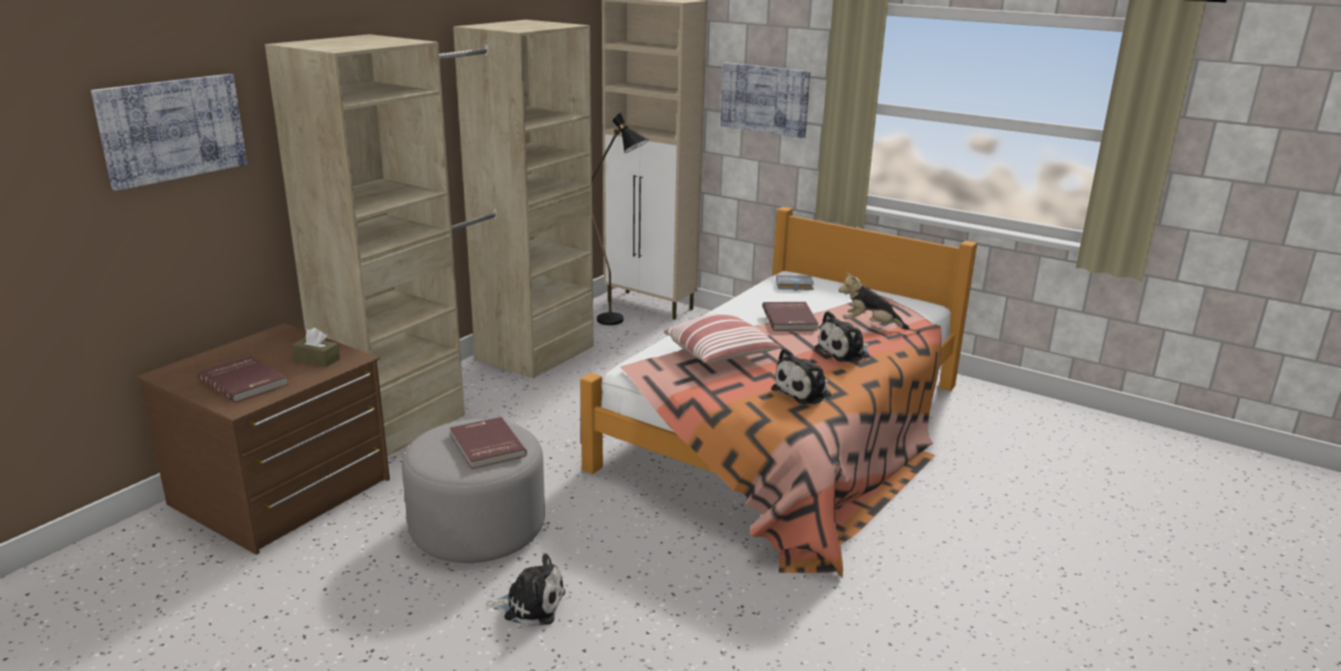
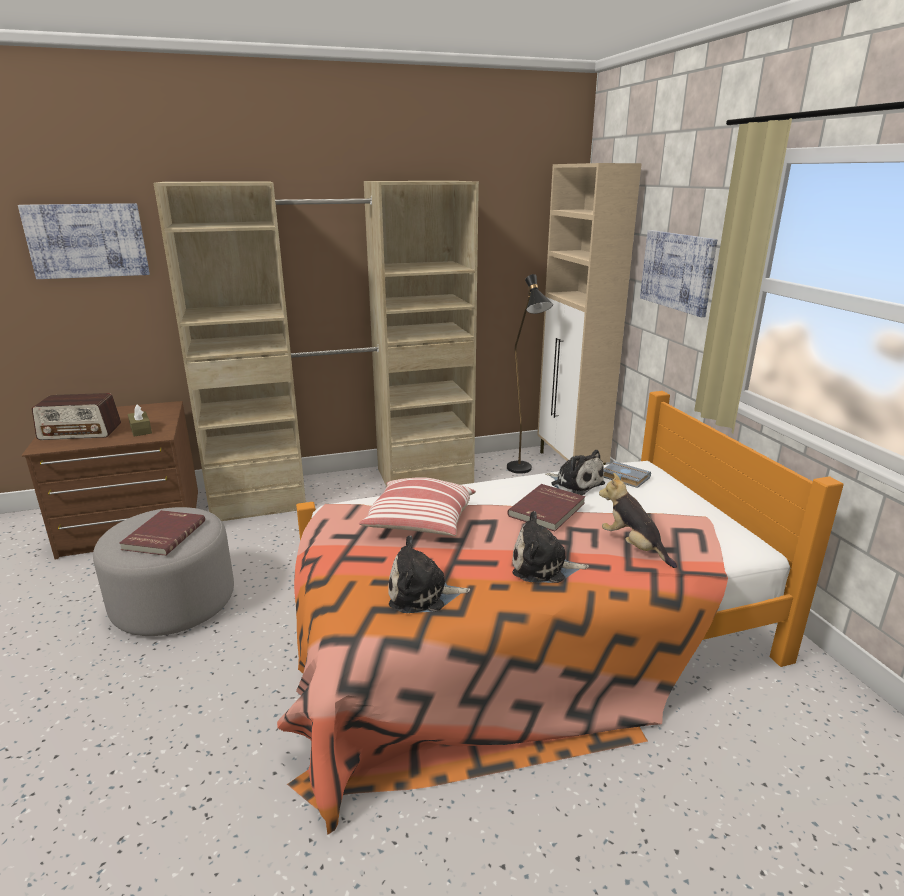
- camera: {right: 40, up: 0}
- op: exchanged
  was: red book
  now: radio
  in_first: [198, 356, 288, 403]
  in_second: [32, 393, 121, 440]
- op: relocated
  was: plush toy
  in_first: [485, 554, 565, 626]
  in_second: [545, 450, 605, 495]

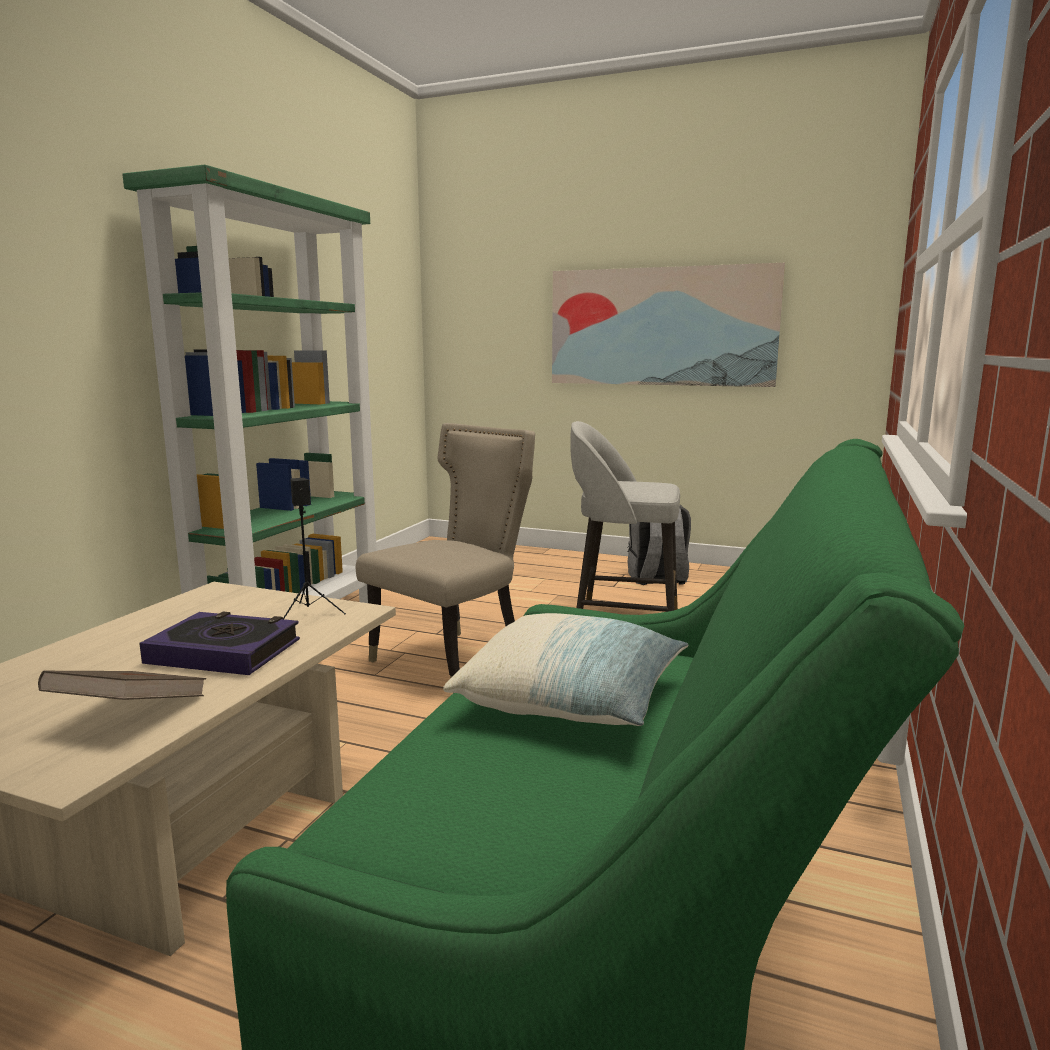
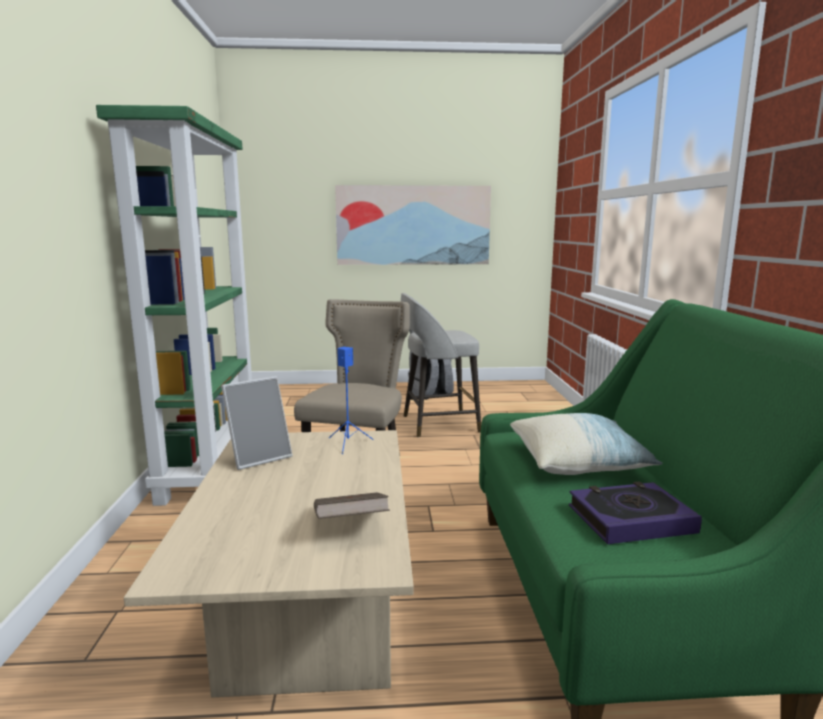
- camera: {right: -25, up: 0}
- op: colour
  was: black speaker
  now: blue speaker
  in_first: [283, 478, 346, 619]
  in_second: [329, 347, 374, 454]
- op: relocated
  was: book
  in_first: [139, 612, 300, 675]
  in_second: [569, 481, 702, 544]
- op: appeared
  now: picture frame
  in_second: [221, 376, 293, 470]

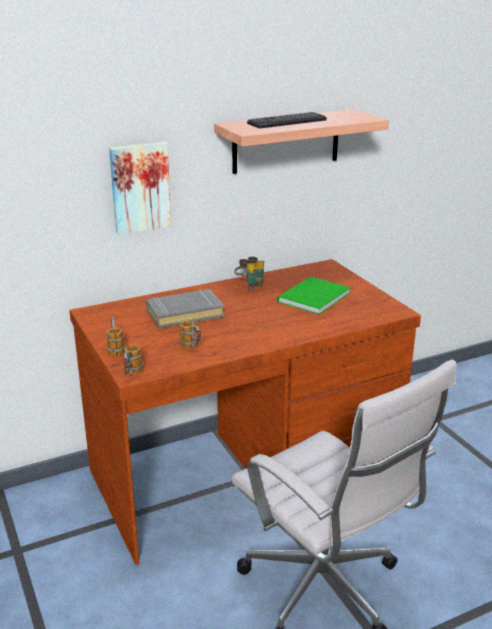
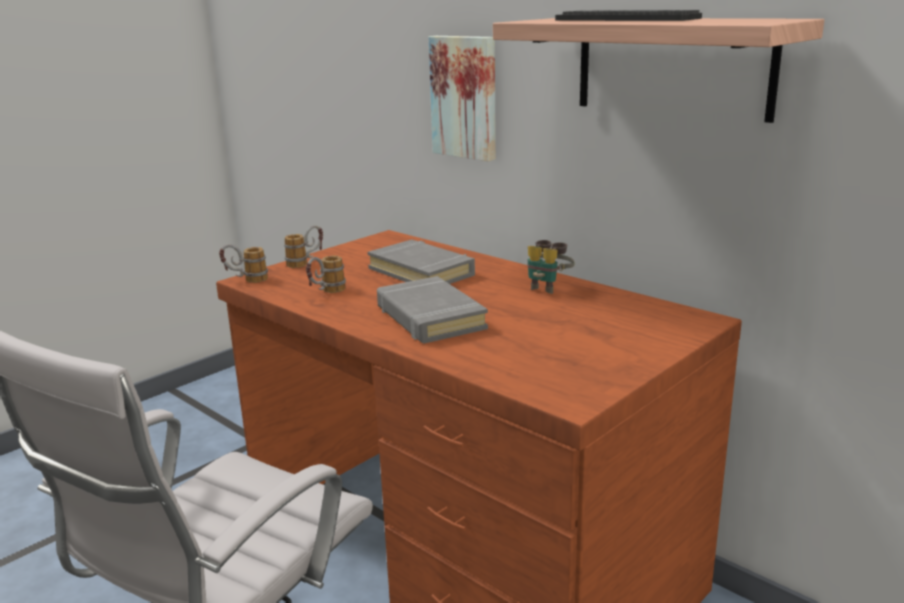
- camera: {right: 70, up: -5}
- op: missing
  was: green book
  in_first: [277, 277, 351, 314]
- op: appeared
  now: grey book
  in_second: [377, 276, 488, 343]

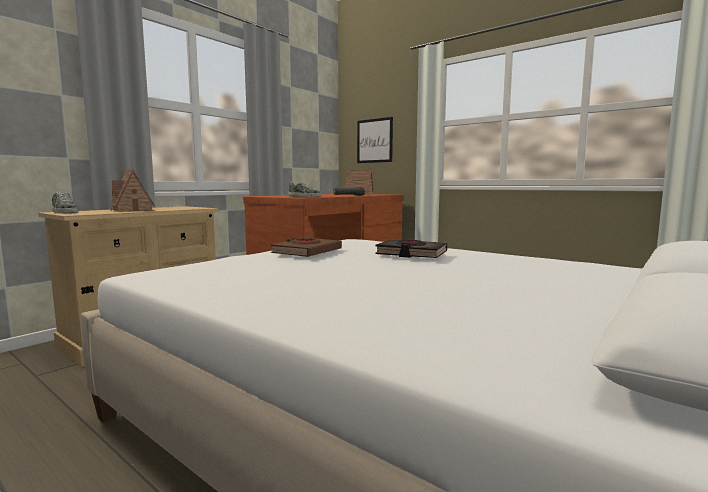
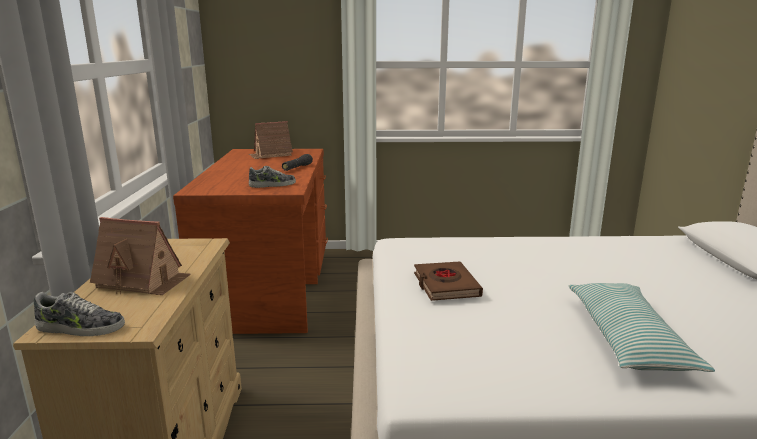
- camera: {right: -40, up: 10}
- op: missing
  was: picture
  in_first: [357, 117, 393, 163]
- op: missing
  was: black book
  in_first: [376, 240, 447, 258]
- op: appeared
  now: pillow
  in_second: [569, 283, 715, 372]

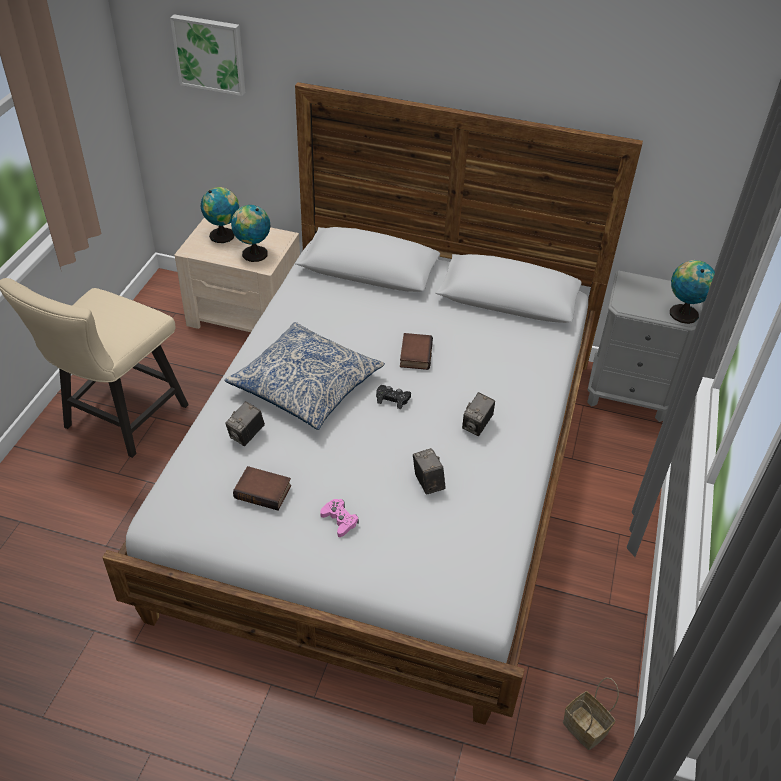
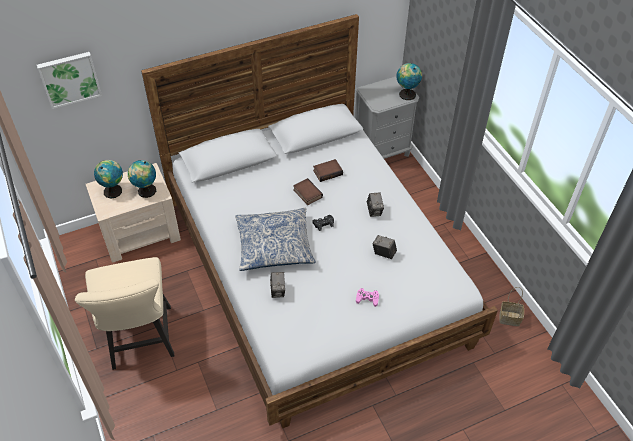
- camera: {right: -40, up: 5}
- op: relocated
  was: book
  in_first: [233, 466, 291, 510]
  in_second: [313, 159, 343, 182]

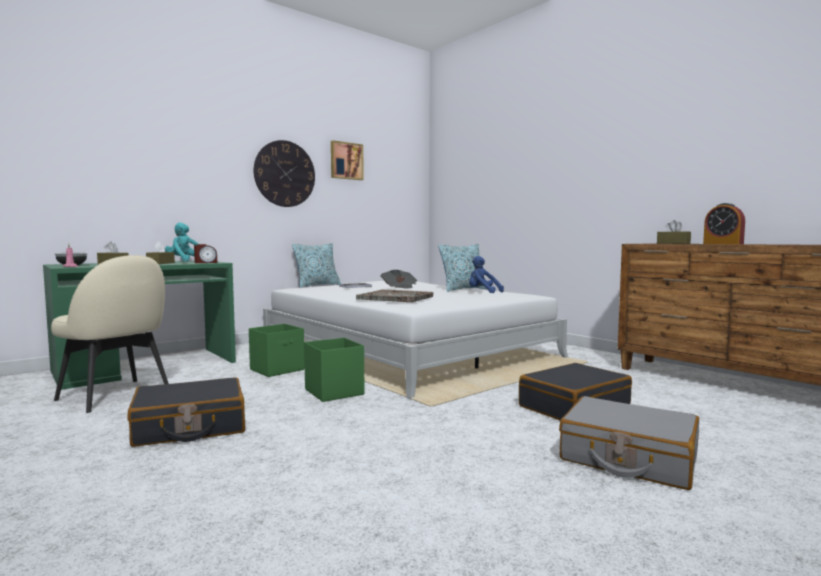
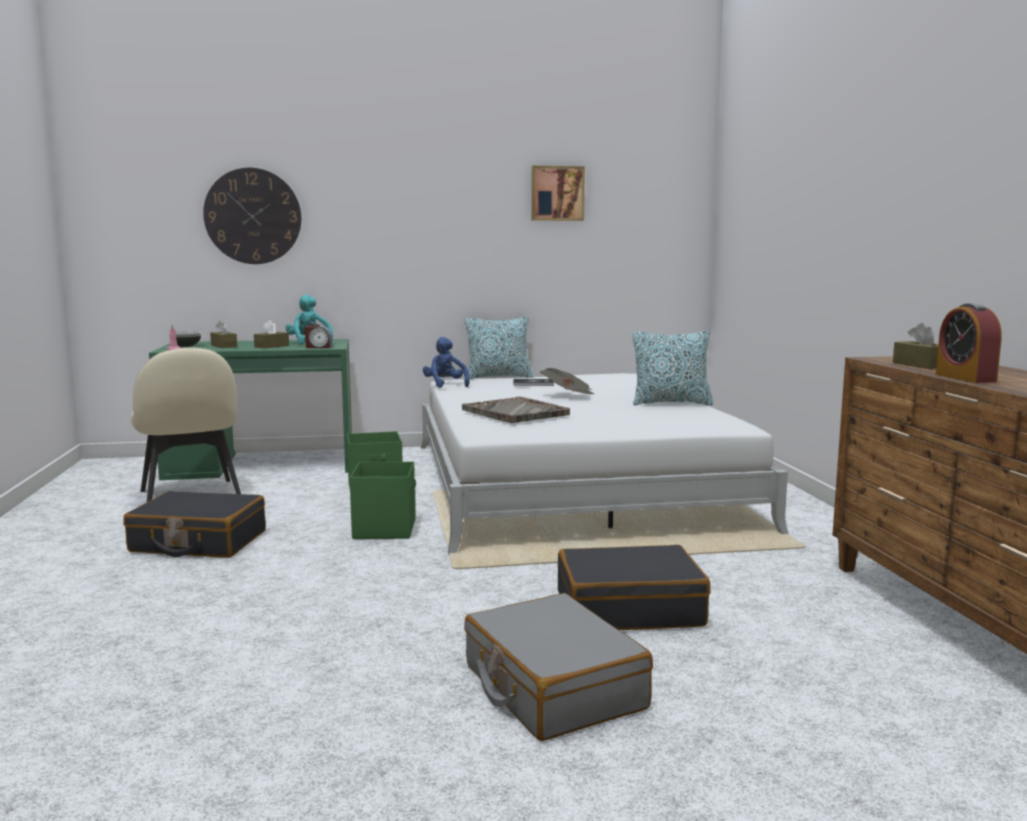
- camera: {right: 30, up: 5}
- op: relocated
  was: wall clock
  in_first: [254, 140, 315, 207]
  in_second: [203, 168, 301, 264]
- op: relocated
  was: blue plush toy
  in_first: [469, 256, 504, 293]
  in_second: [423, 337, 470, 388]

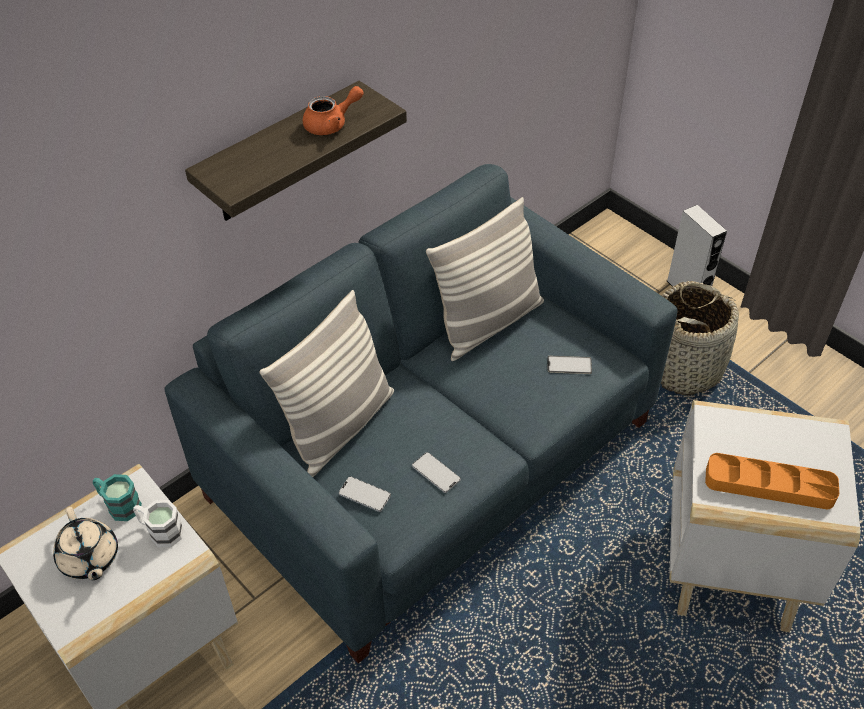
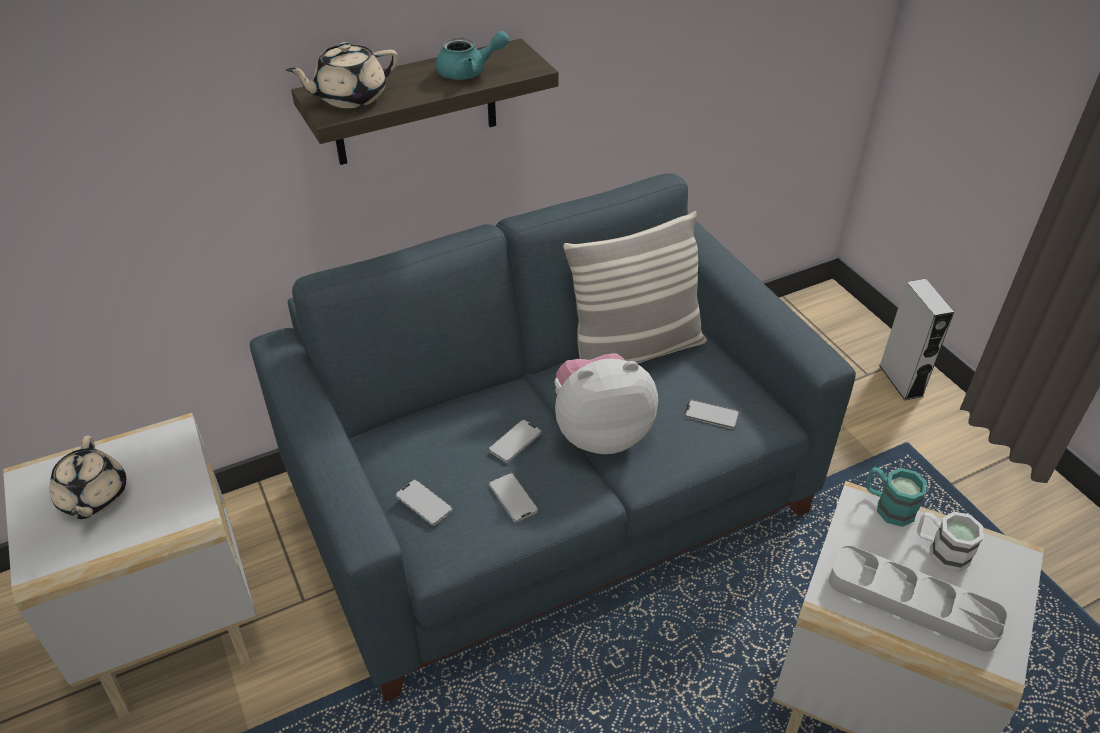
- camera: {right: 15, up: -5}
- op: colour
  was: orange teapot
  now: turquoise teapot
  in_first: [303, 86, 363, 135]
  in_second: [436, 31, 509, 80]
- op: missing
  was: basket
  in_first: [661, 281, 739, 396]
- op: missing
  was: pillow
  in_first: [259, 290, 394, 477]
- op: colour
  was: orange tray
  now: grey tray
  in_first: [705, 453, 839, 509]
  in_second: [829, 545, 1008, 652]
- op: relocated
  was: turquoise mug
  in_first: [93, 474, 142, 521]
  in_second: [866, 467, 927, 527]
- op: relocated
  was: white mug
  in_first: [133, 500, 184, 547]
  in_second: [917, 512, 984, 573]
- op: appeared
  now: beige teapot
  in_second: [286, 42, 398, 108]
- op: appeared
  now: plush toy
  in_second: [554, 353, 658, 454]
- op: appeared
  now: phone
  in_second: [488, 420, 541, 463]

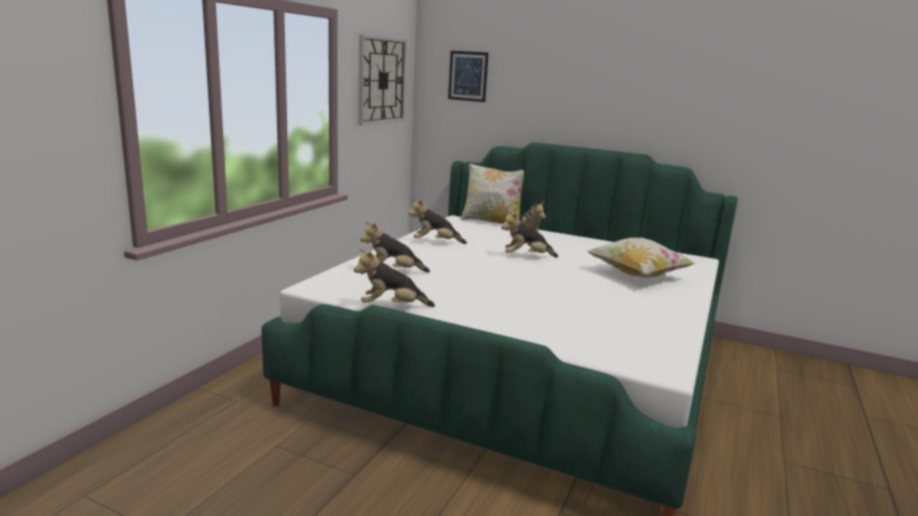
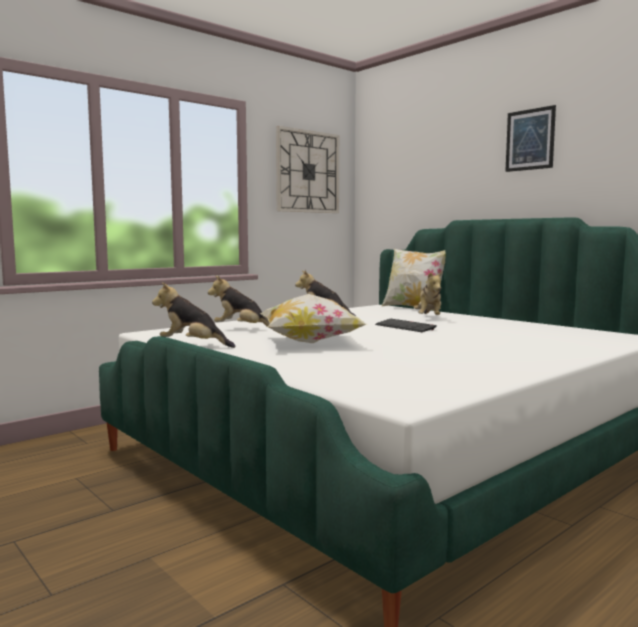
- camera: {right: 25, up: -10}
- op: relocated
  was: picture
  in_first: [448, 51, 489, 102]
  in_second: [505, 105, 556, 172]
- op: exchanged
  was: plush toy
  now: keyboard
  in_first: [501, 211, 558, 258]
  in_second: [375, 319, 437, 332]
- op: relocated
  was: pillow
  in_first: [587, 238, 695, 278]
  in_second: [259, 294, 366, 343]

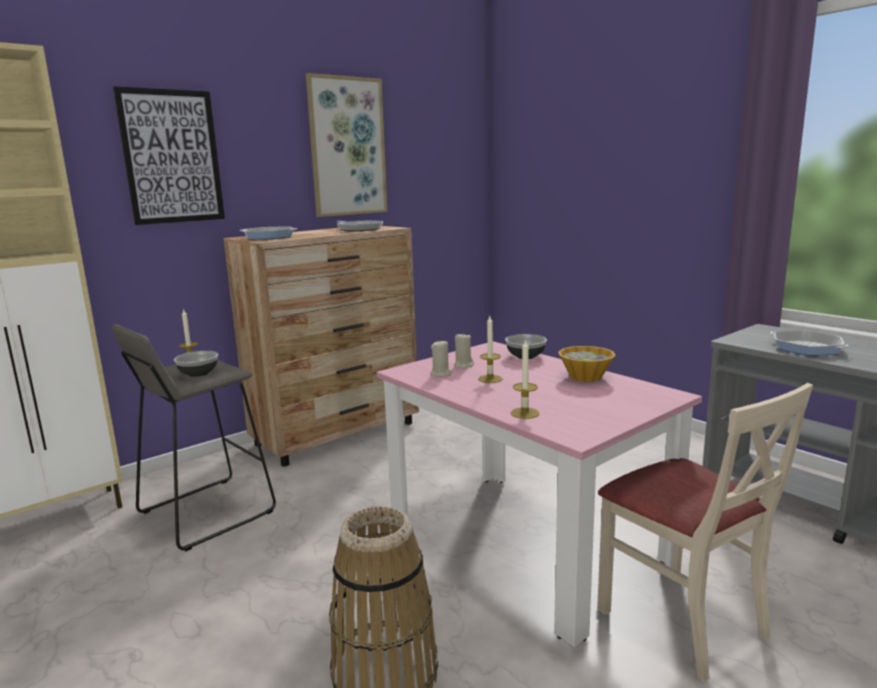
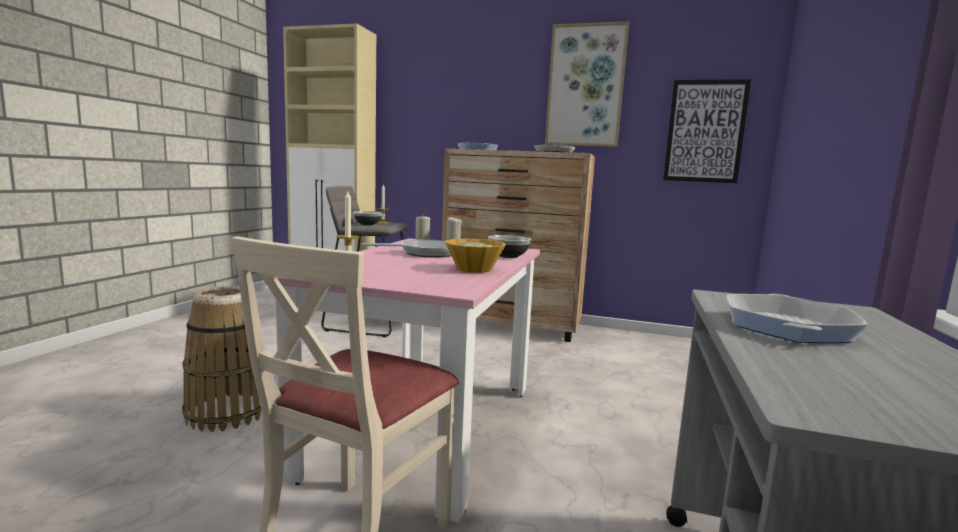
- camera: {right: 55, up: -5}
- op: relocated
  was: picture
  in_first: [113, 86, 225, 225]
  in_second: [663, 79, 751, 183]
- op: exchanged
  was: candle
  now: frying pan
  in_first: [478, 316, 503, 383]
  in_second: [362, 240, 451, 257]

